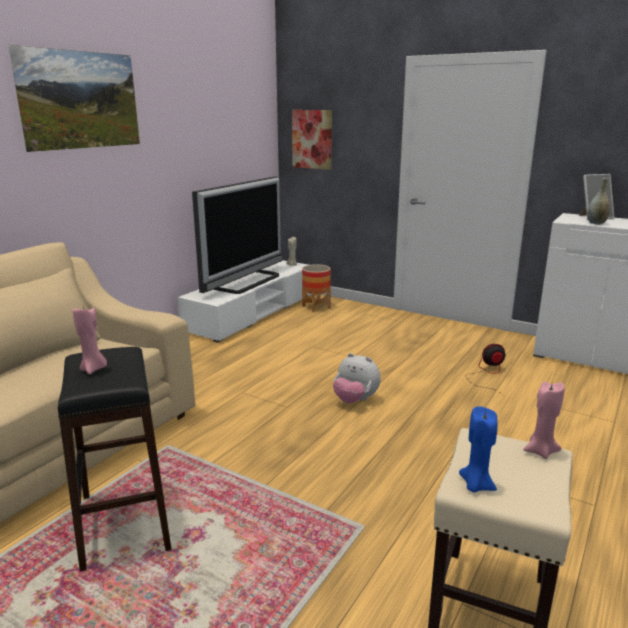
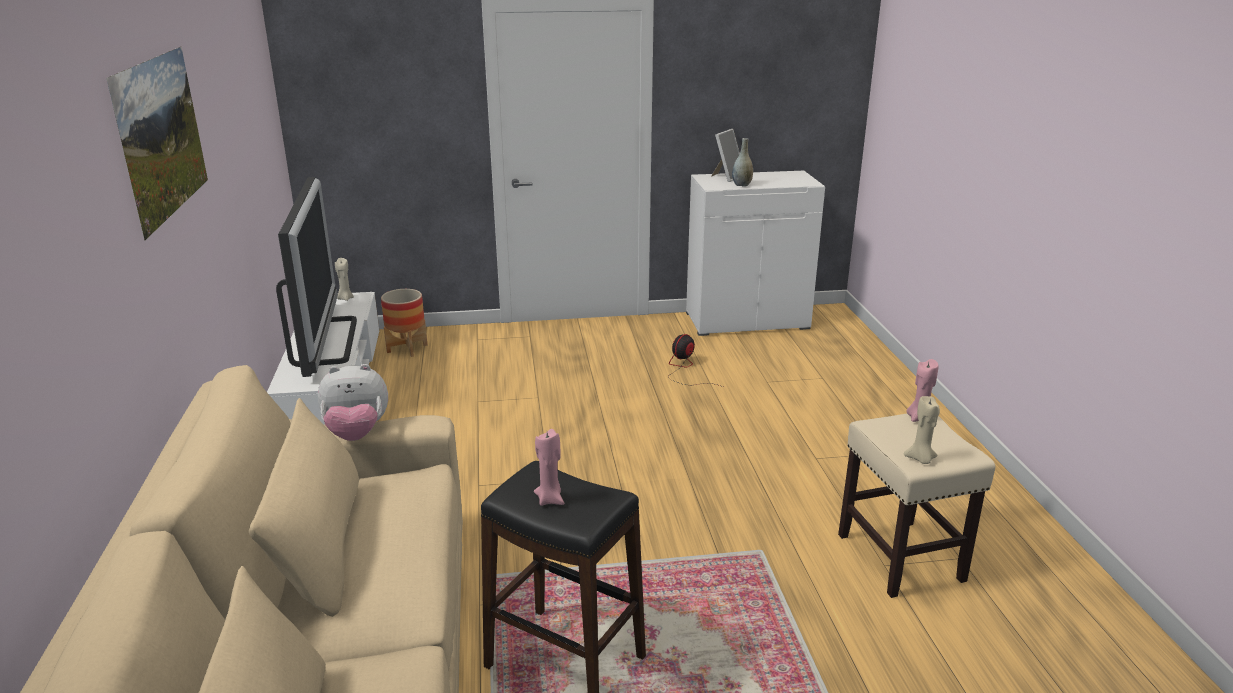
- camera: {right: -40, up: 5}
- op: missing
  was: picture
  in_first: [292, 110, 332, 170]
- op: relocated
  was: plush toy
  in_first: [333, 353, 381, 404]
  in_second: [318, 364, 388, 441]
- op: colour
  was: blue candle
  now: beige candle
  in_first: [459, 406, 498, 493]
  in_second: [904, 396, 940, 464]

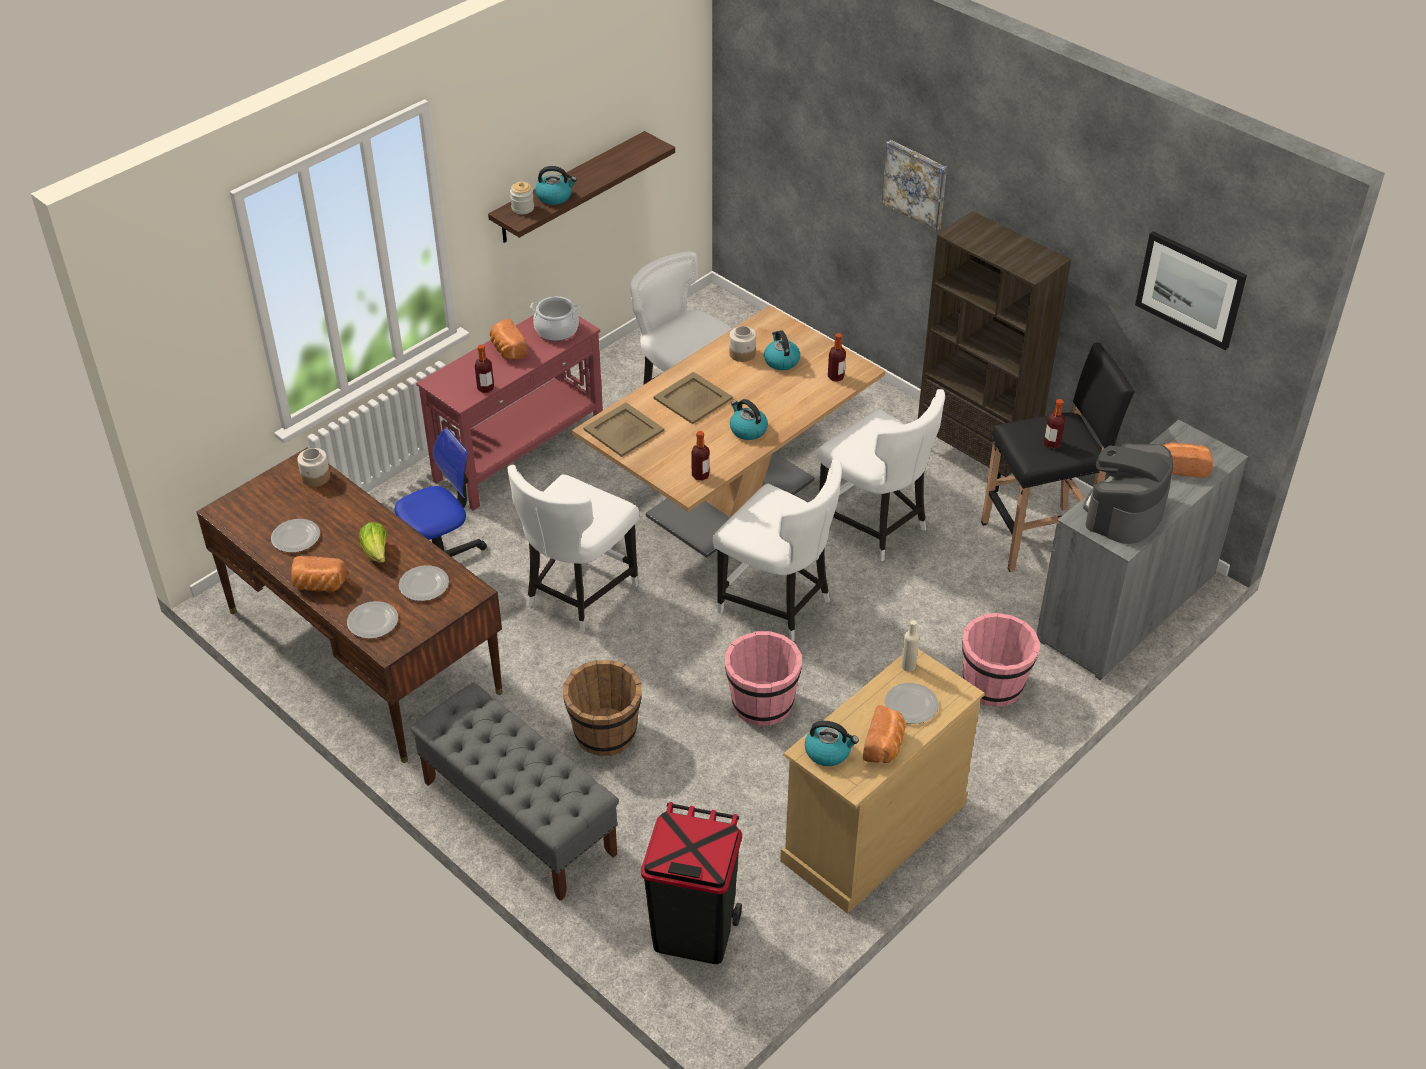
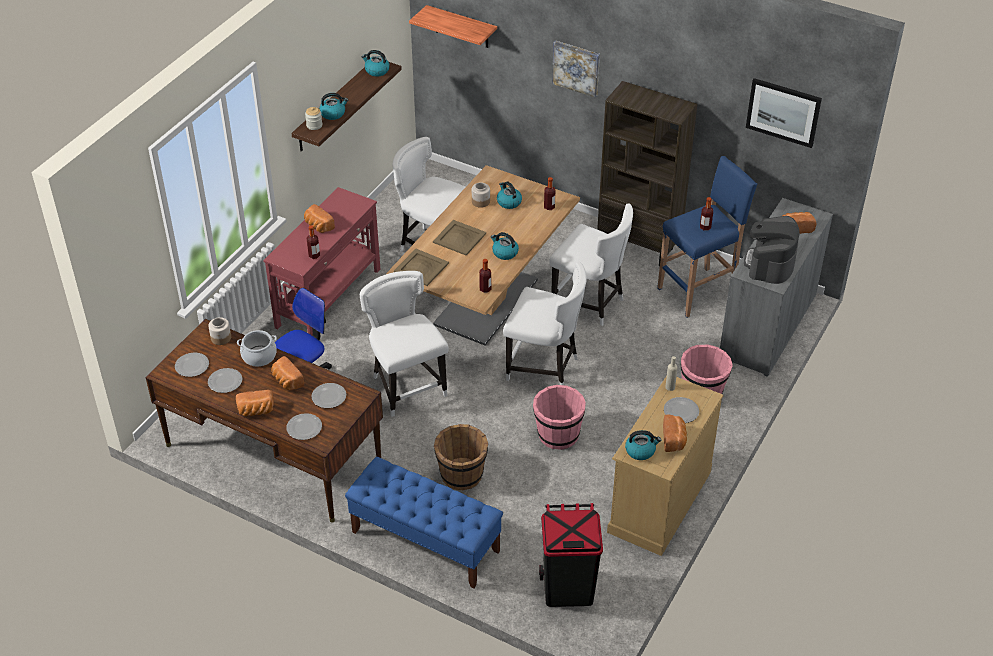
- camera: {right: -15, up: 0}
- op: relocated
  was: cooking pot
  in_first: [530, 296, 580, 341]
  in_second: [237, 330, 277, 367]
- op: colour
  was: black stool
  now: blue stool
  in_first: [981, 343, 1135, 572]
  in_second: [657, 156, 757, 318]
- op: spun
  was: white chair
  in_first: [507, 465, 639, 632]
  in_second: [360, 271, 448, 417]
  clockwise: 135
- op: exchanged
  was: lettuce
  now: bread
  in_first: [359, 522, 387, 563]
  in_second: [271, 356, 304, 390]
- op: colour
  was: grey bench
  now: blue bench
  in_first: [410, 683, 619, 901]
  in_second: [345, 457, 503, 588]
- op: appeared
  now: shelf
  in_second: [409, 5, 497, 48]
- op: appeared
  now: kettle
  in_second: [362, 50, 390, 77]
- op: appeared
  now: plate
  in_second: [175, 353, 209, 377]

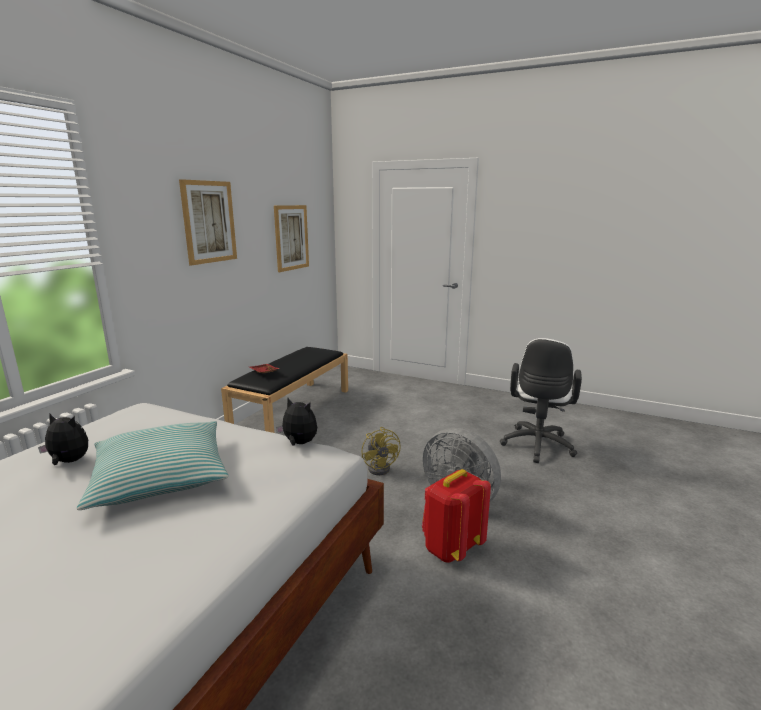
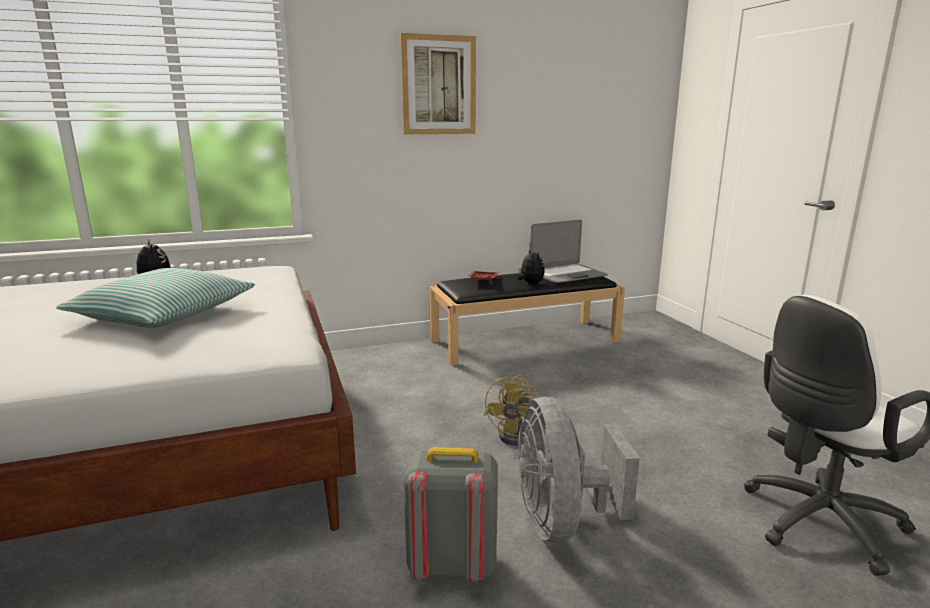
- camera: {right: 45, up: 0}
- op: missing
  was: picture
  in_first: [274, 205, 309, 272]
- op: relocated
  was: plush toy
  in_first: [276, 398, 317, 446]
  in_second: [518, 249, 545, 284]
- op: colour
  was: red backpack
  now: grey backpack
  in_first: [422, 469, 491, 563]
  in_second: [404, 447, 498, 582]
- op: appeared
  now: laptop
  in_second: [530, 219, 608, 283]

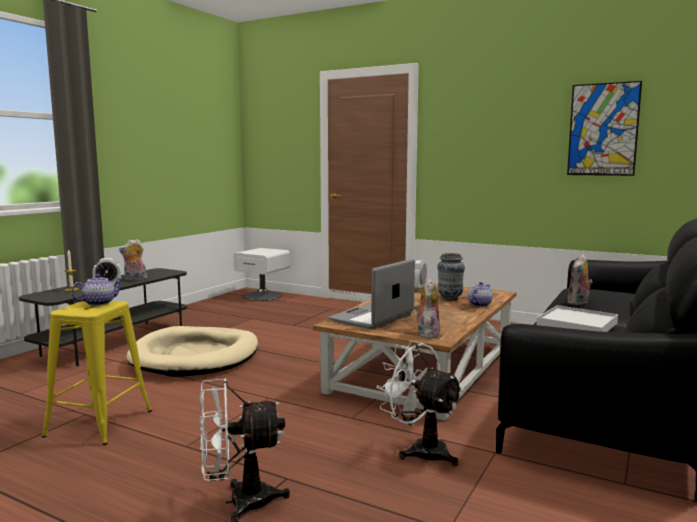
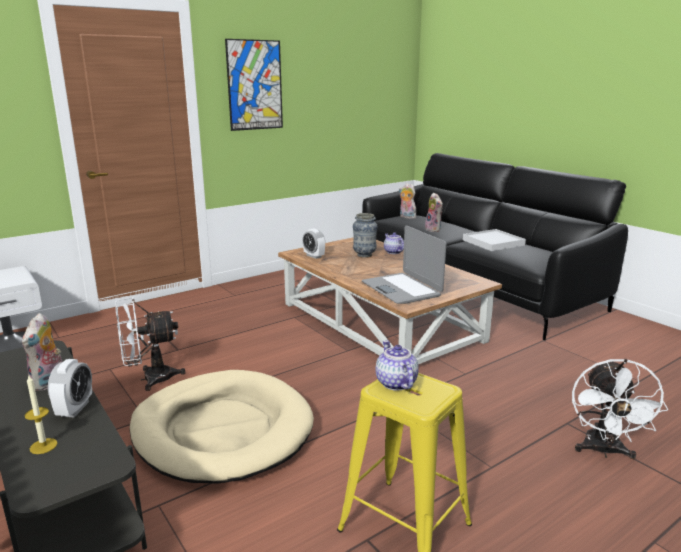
- camera: {right: -65, up: 10}
- op: relocated
  was: picture
  in_first: [567, 81, 642, 176]
  in_second: [225, 39, 283, 131]
- op: relocated
  was: plush toy
  in_first: [415, 278, 440, 339]
  in_second: [399, 183, 416, 219]
- op: relocated
  was: white fan
  in_first: [376, 341, 464, 466]
  in_second: [115, 298, 185, 391]

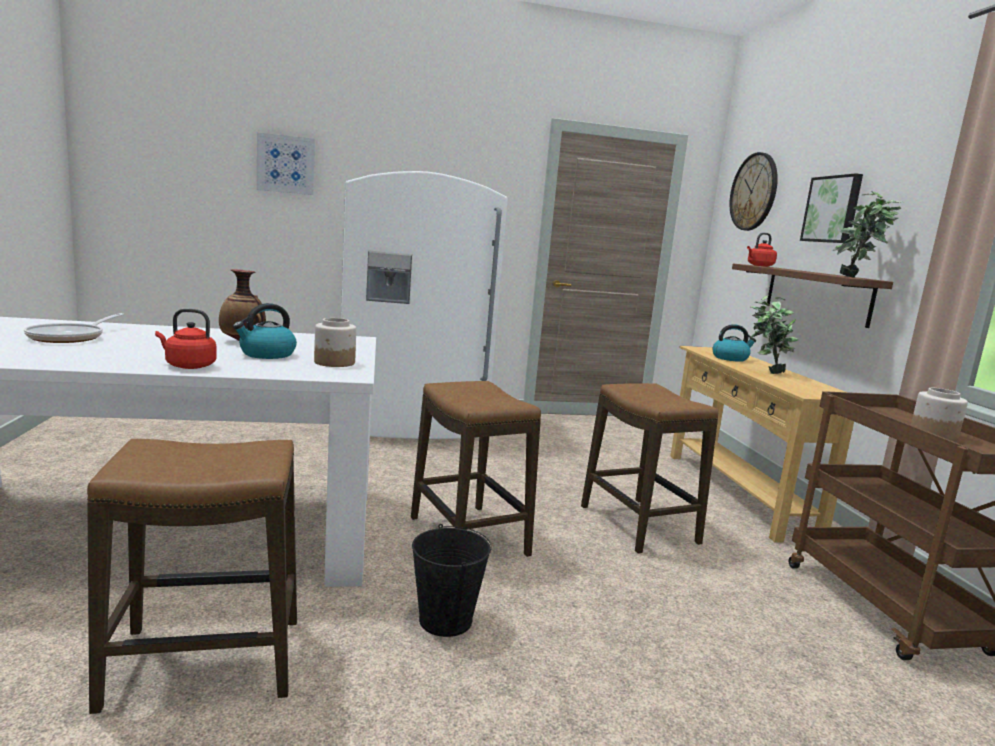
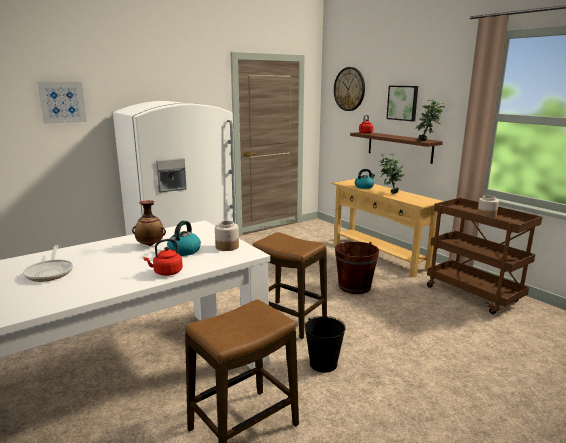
- camera: {right: -25, up: 5}
- op: exchanged
  was: stool
  now: brown bucket
  in_first: [581, 383, 718, 554]
  in_second: [335, 241, 379, 294]

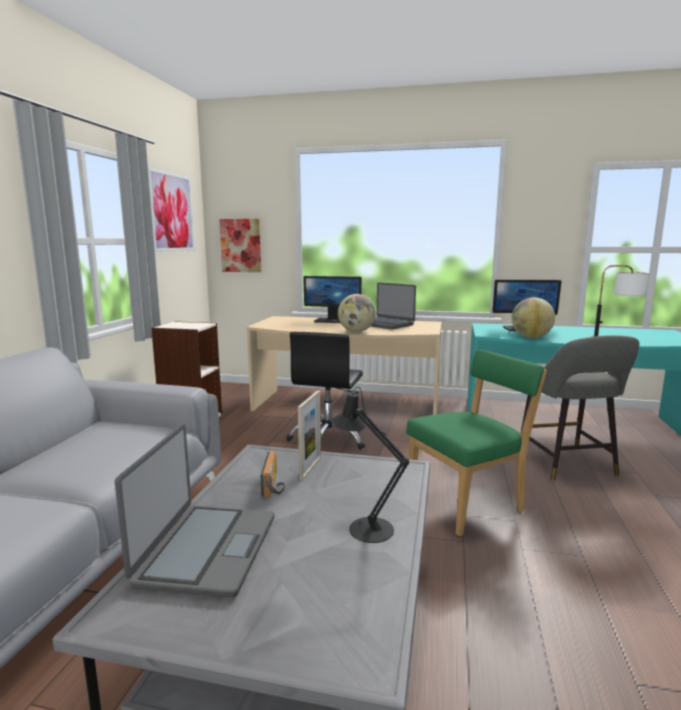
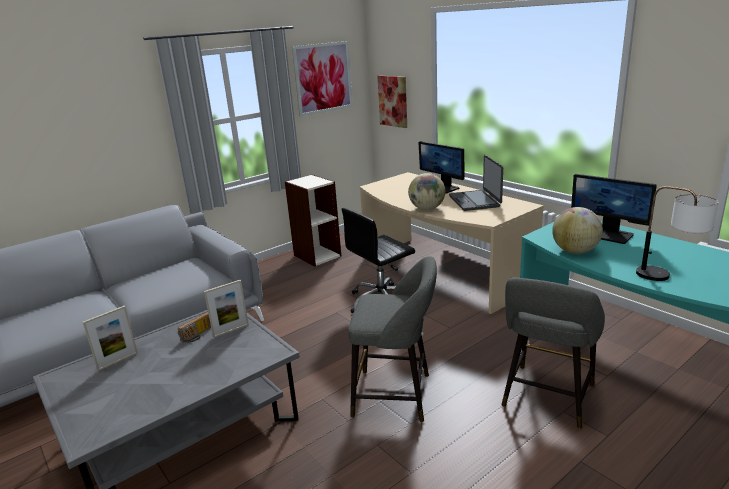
- camera: {right: 40, up: 10}
- op: exchanged
  was: green chair
  now: grey stool
  in_first: [406, 349, 547, 536]
  in_second: [348, 256, 437, 422]
- op: missing
  was: black table lamp
  in_first: [331, 387, 409, 543]
- op: exchanged
  was: laptop
  now: picture frame
  in_first: [115, 424, 275, 598]
  in_second: [83, 306, 138, 371]

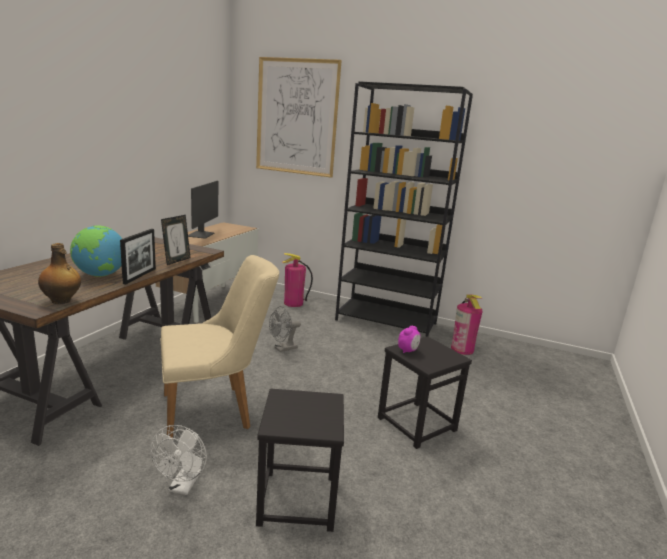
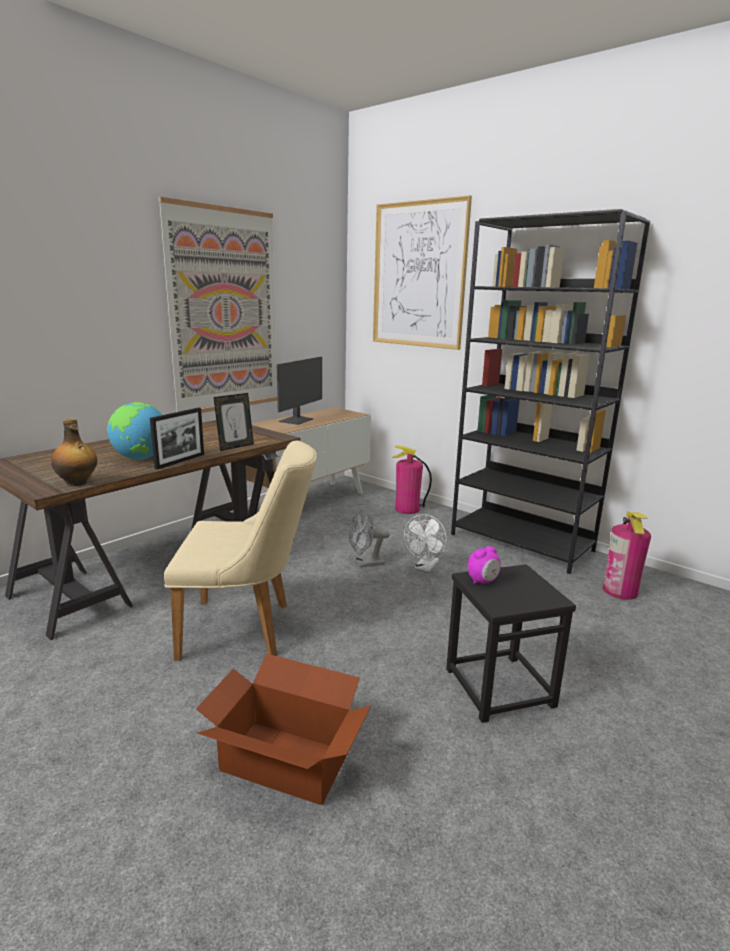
- camera: {right: 20, up: 0}
- op: exchanged
  was: black stool
  now: cardboard box
  in_first: [256, 388, 344, 532]
  in_second: [196, 654, 371, 805]
- op: relocated
  was: white fan
  in_first: [150, 425, 207, 495]
  in_second: [404, 514, 447, 572]
- op: appeared
  now: picture
  in_second: [158, 197, 277, 413]

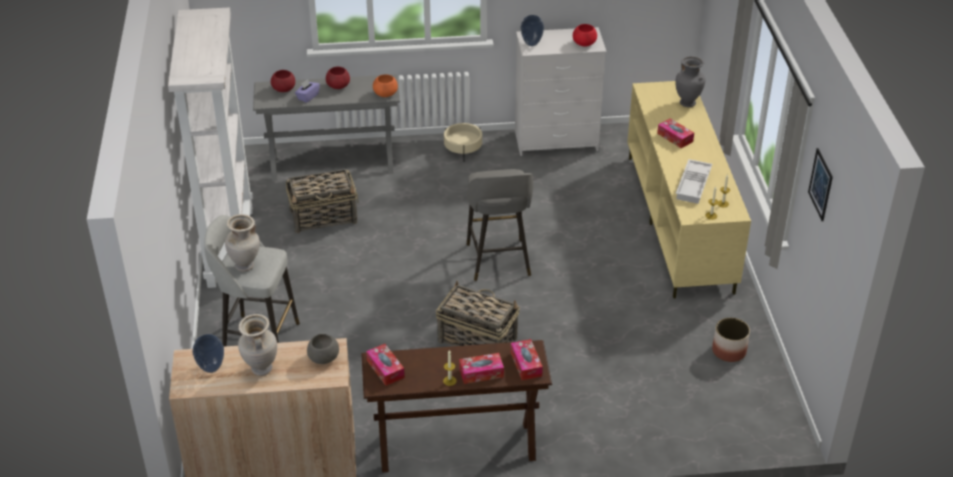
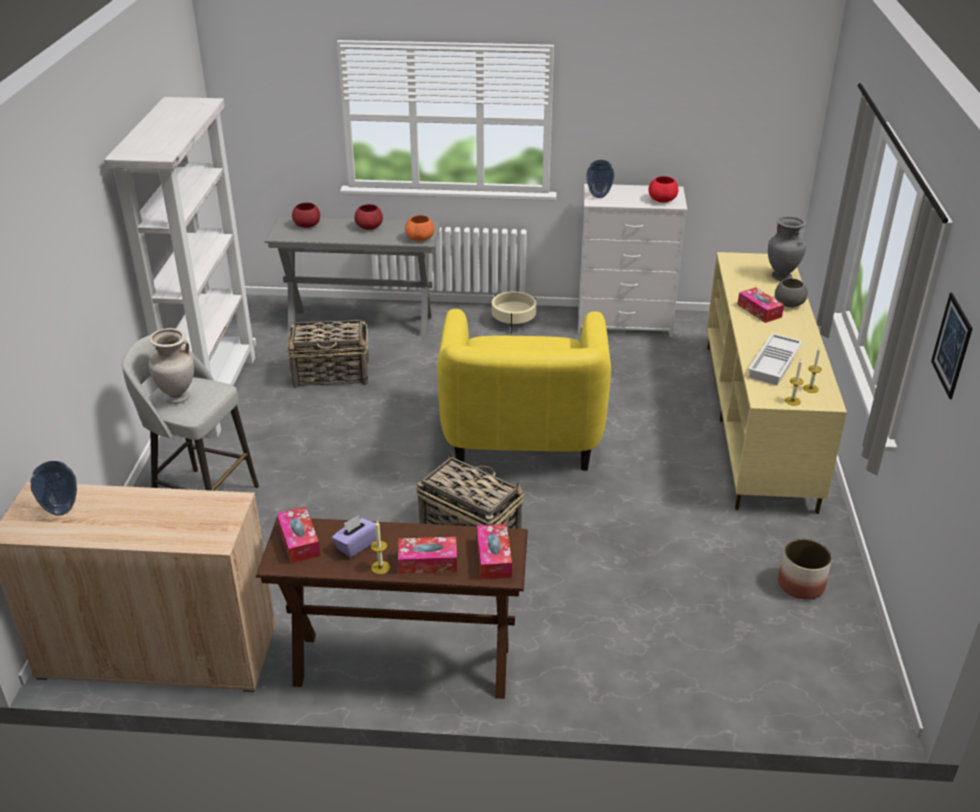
- camera: {right: 10, up: -5}
- op: relocated
  was: purple tissue box
  in_first: [295, 79, 320, 103]
  in_second: [332, 515, 376, 558]
- op: exchanged
  was: grey stool
  now: yellow armchair
  in_first: [467, 169, 533, 281]
  in_second: [437, 309, 611, 471]
- op: missing
  was: beige vase
  in_first: [238, 314, 277, 376]
- op: relocated
  was: grey bowl
  in_first: [307, 334, 339, 364]
  in_second: [775, 278, 808, 307]

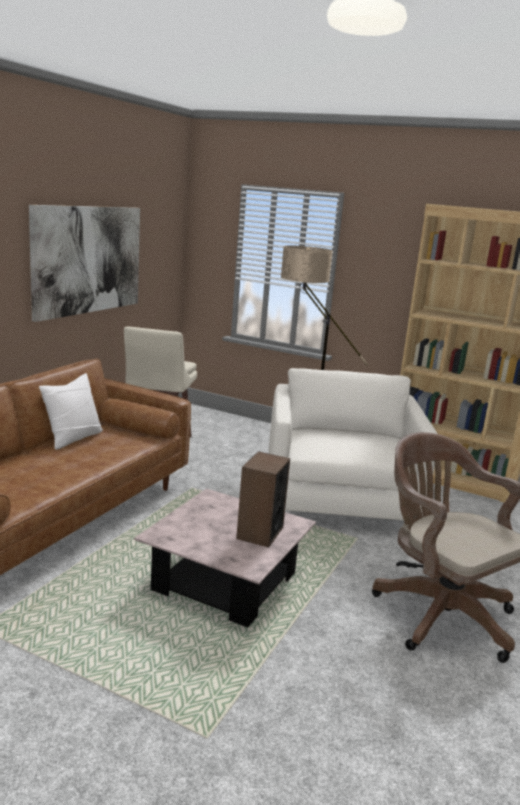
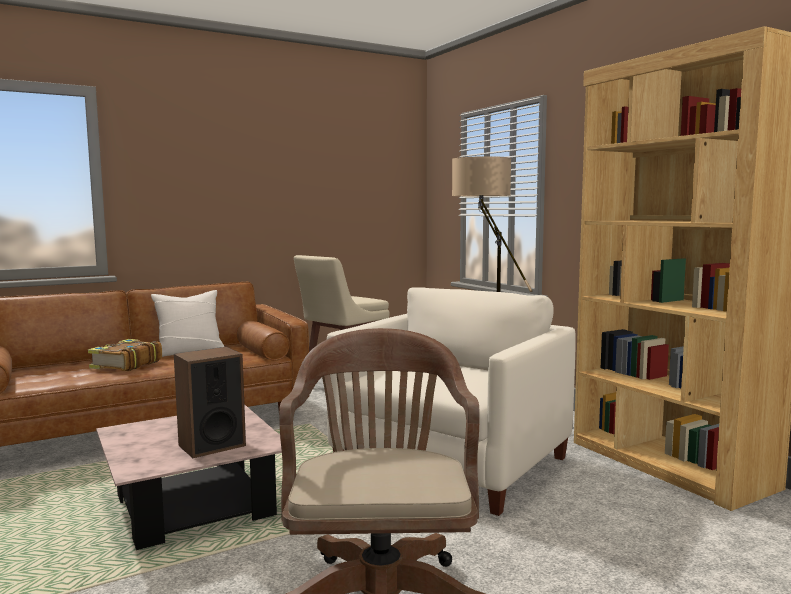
- camera: {right: 35, up: -10}
- op: missing
  was: picture
  in_first: [29, 205, 140, 322]
- op: appeared
  now: book
  in_second: [88, 339, 162, 371]

